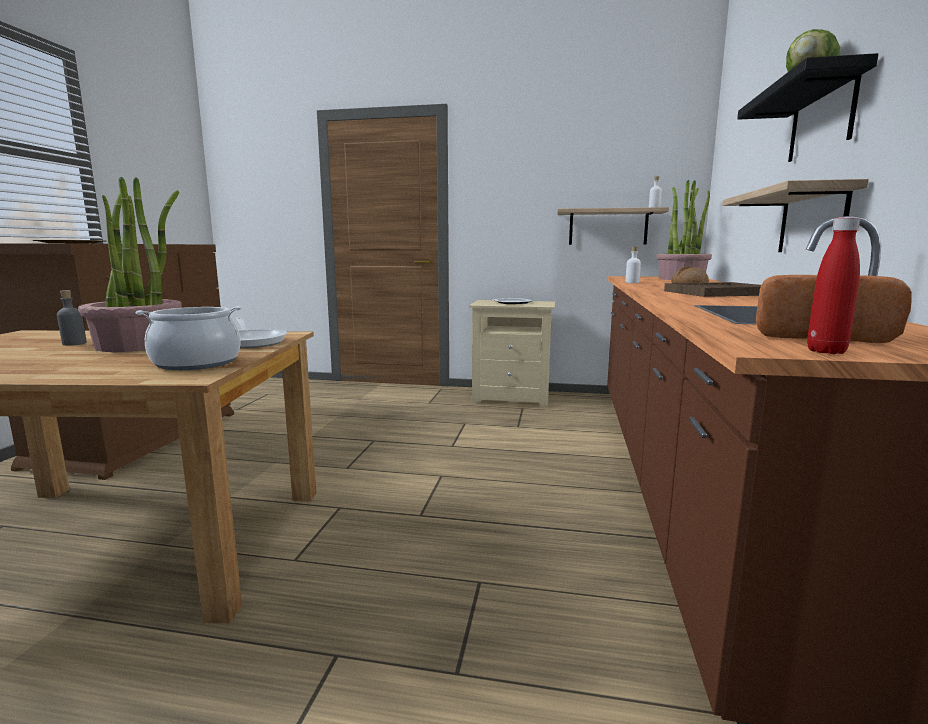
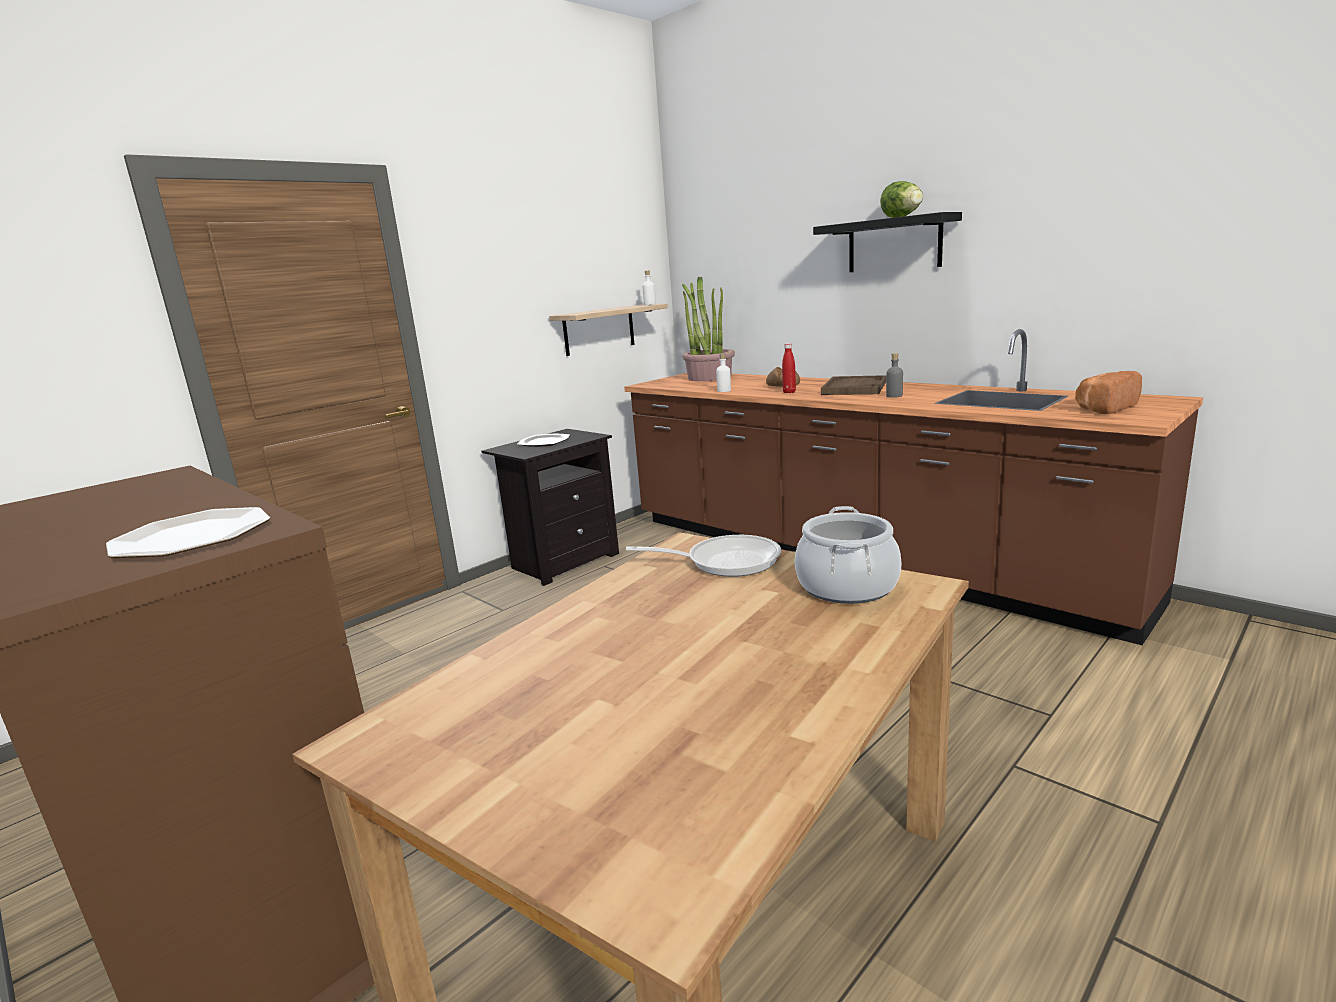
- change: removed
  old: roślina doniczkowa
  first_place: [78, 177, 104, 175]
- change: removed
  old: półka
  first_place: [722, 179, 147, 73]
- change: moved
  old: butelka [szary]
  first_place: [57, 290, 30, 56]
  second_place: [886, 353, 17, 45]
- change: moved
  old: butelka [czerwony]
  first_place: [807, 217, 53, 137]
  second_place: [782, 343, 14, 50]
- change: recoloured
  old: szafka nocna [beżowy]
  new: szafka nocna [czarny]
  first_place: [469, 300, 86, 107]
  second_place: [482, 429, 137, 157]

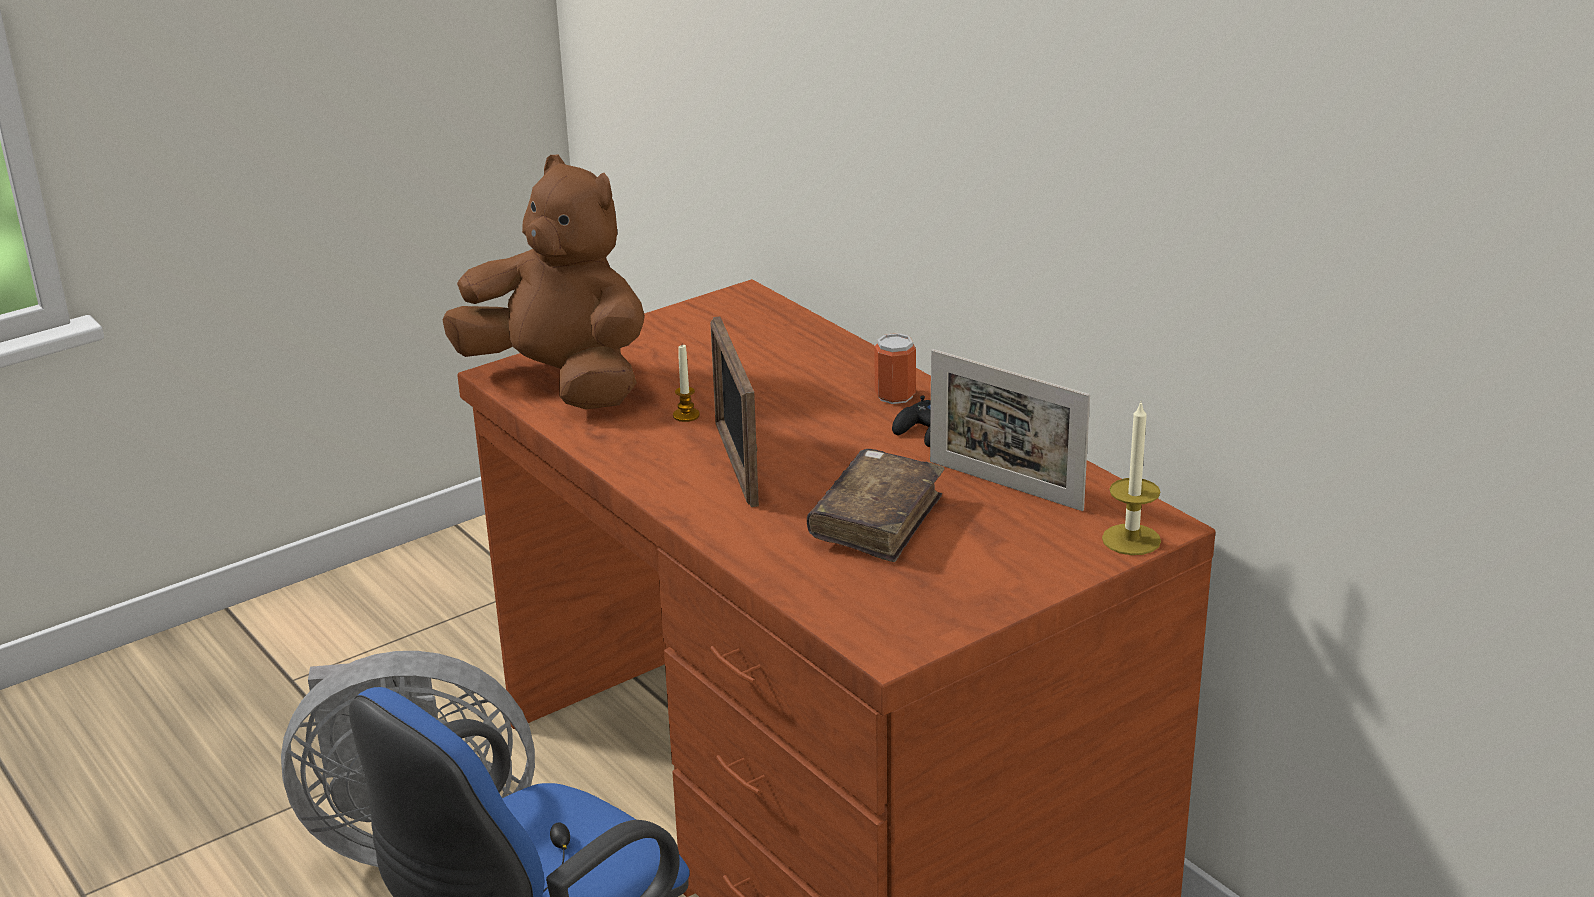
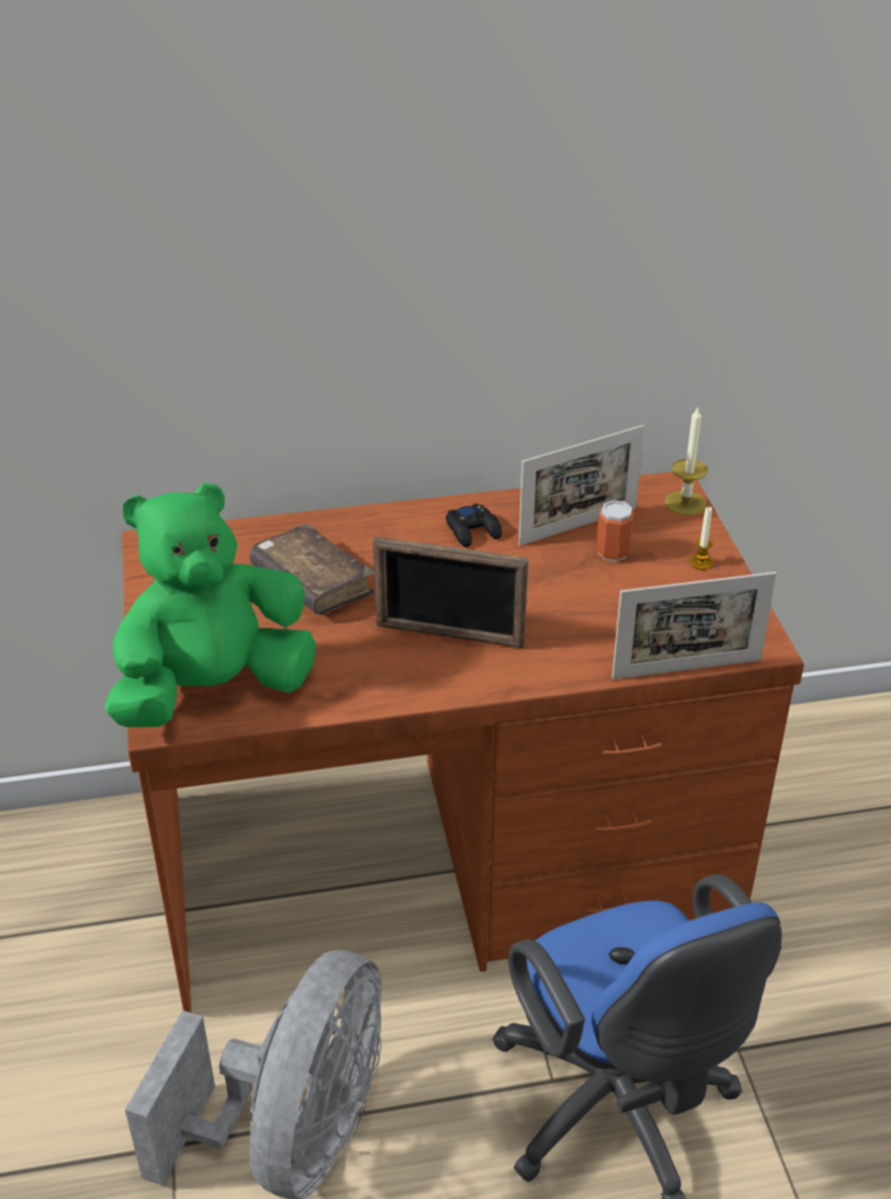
- change: added
  new: ramka na zdjęcie
  second_place: [612, 572, 165, 108]
- change: moved
  old: świeca
  first_place: [673, 345, 27, 77]
  second_place: [690, 507, 23, 63]
- change: moved
  old: książka [brązowy]
  first_place: [807, 449, 138, 113]
  second_place: [250, 523, 125, 92]
- change: moved
  old: puszka
  first_place: [874, 333, 42, 71]
  second_place: [596, 500, 38, 62]
- change: recoloured
  old: pluszak [brązowy]
  new: pluszak [zielony]
  first_place: [442, 155, 203, 254]
  second_place: [104, 483, 212, 244]

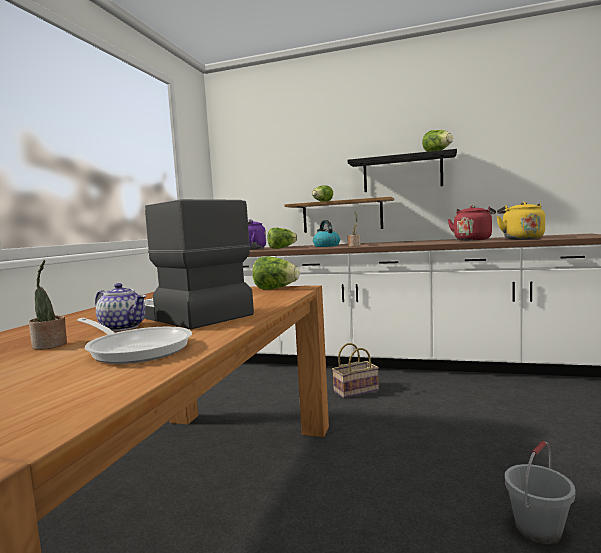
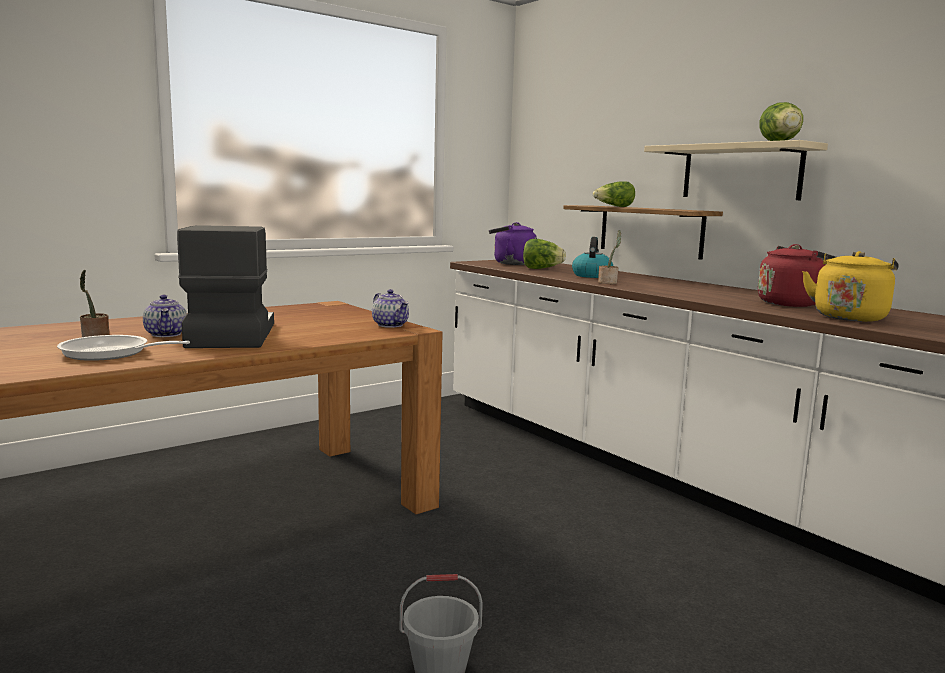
- change: removed
  old: koszyk
  first_place: [332, 343, 47, 55]
- change: replaced
  old: sałata
  new: imbryk
  first_place: [252, 256, 48, 34]
  second_place: [372, 289, 37, 39]
- change: recoloured
  old: półka [czarny]
  new: półka [beżowy]
  first_place: [348, 149, 109, 43]
  second_place: [644, 140, 184, 60]
- change: turned
  old: patelnia
  first_place: [77, 318, 115, 46]
  second_place: [57, 335, 133, 26]
  degrees: 120

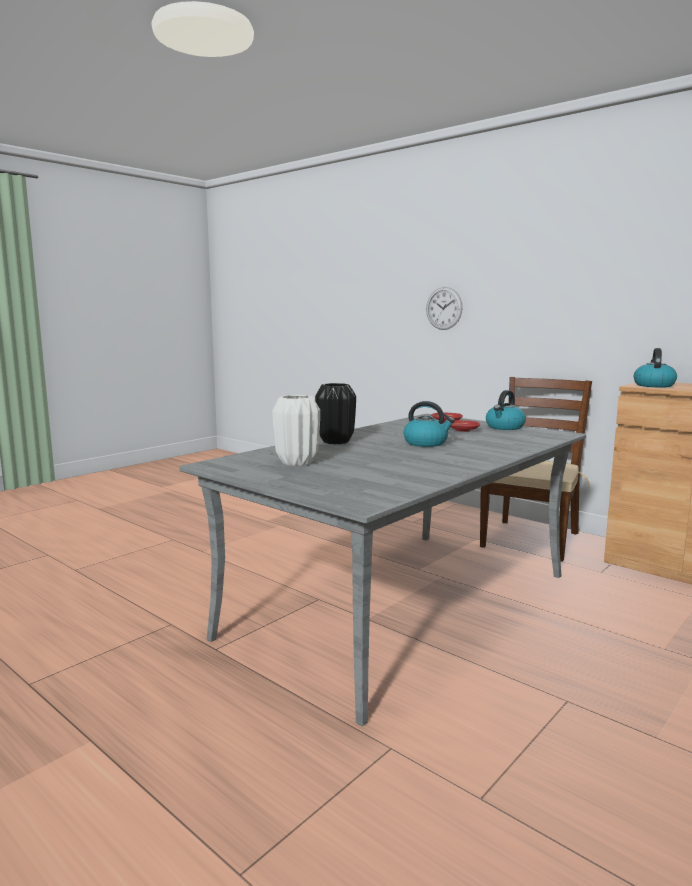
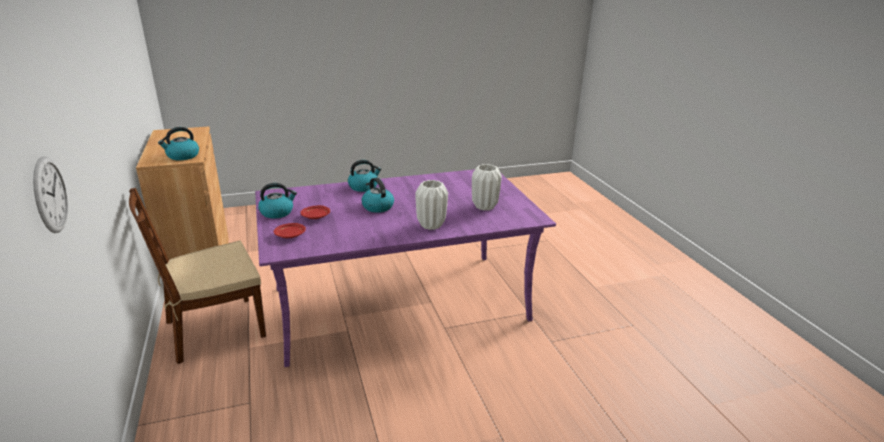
- change: added
  new: czajnik
  second_place: [348, 160, 34, 32]
- change: recoloured
  old: stół jadalny [szary]
  new: stół jadalny [fioletowy]
  first_place: [179, 414, 407, 312]
  second_place: [255, 169, 301, 198]
- change: recoloured
  old: wazon [czarny]
  new: wazon [biały]
  first_place: [315, 383, 41, 61]
  second_place: [415, 180, 33, 50]

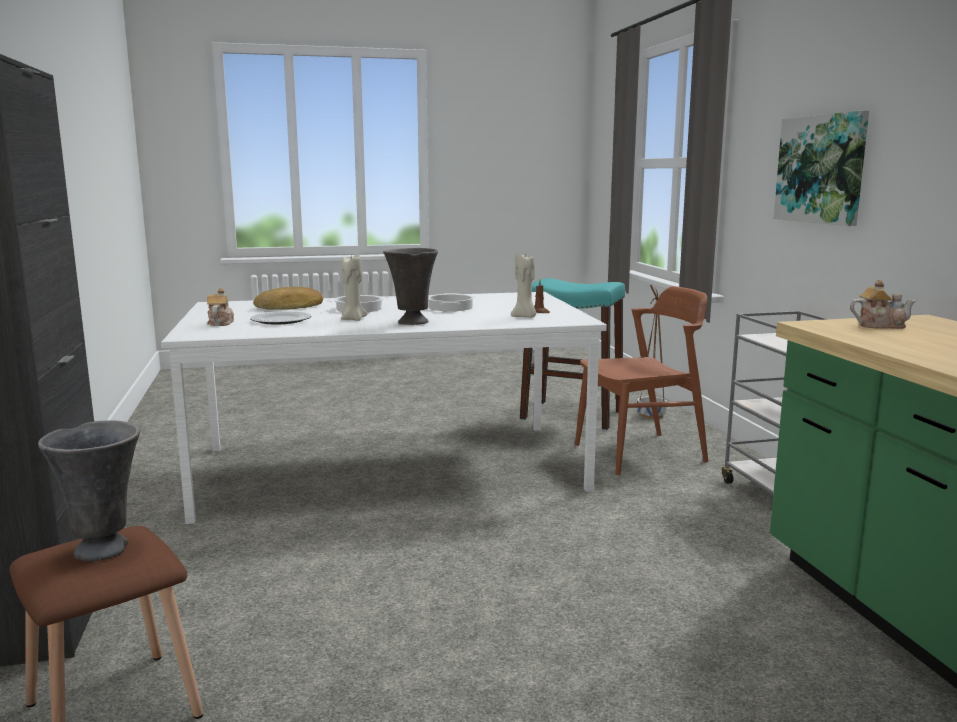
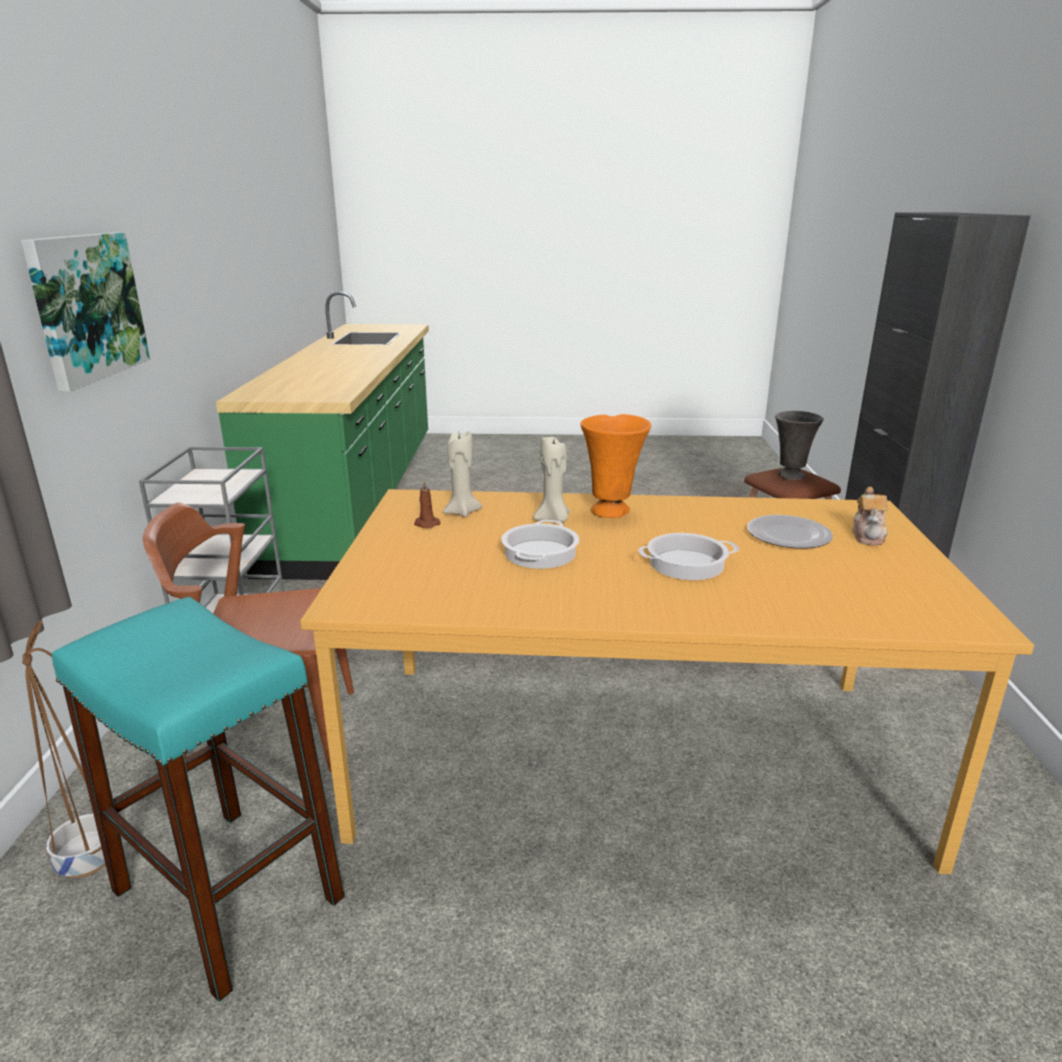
- change: removed
  old: chleb
  first_place: [253, 287, 70, 23]
- change: removed
  old: imbryk
  first_place: [850, 280, 66, 49]
- change: moved
  old: świeca [beżowy]
  first_place: [341, 254, 26, 67]
  second_place: [534, 437, 36, 85]
- change: recoloured
  old: stół jadalny [biały]
  new: stół jadalny [pomarańczowy]
  first_place: [161, 292, 446, 232]
  second_place: [300, 489, 734, 385]
- change: recoloured
  old: wazon [szary]
  new: wazon [pomarańczowy]
  first_place: [383, 248, 55, 77]
  second_place: [580, 414, 71, 104]

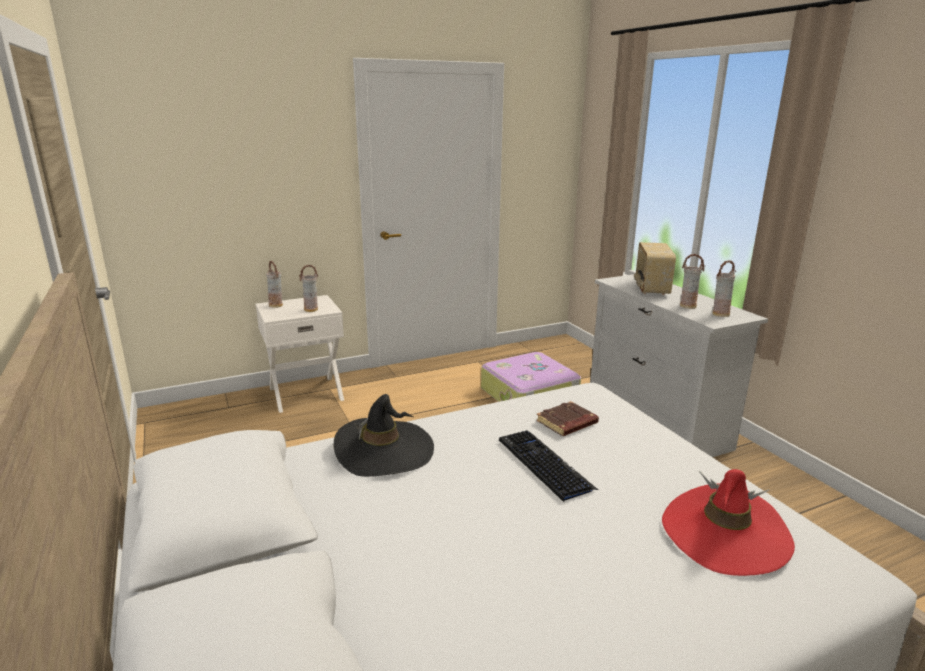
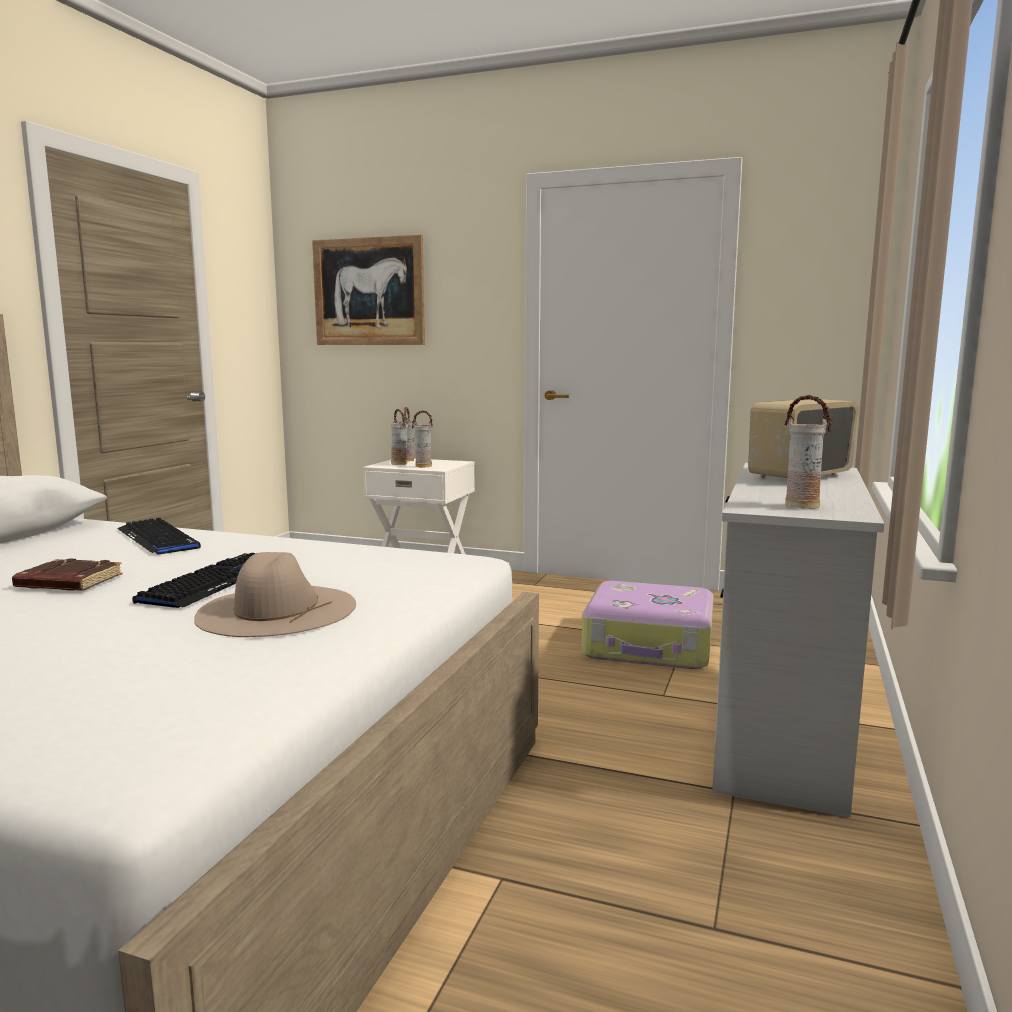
- change: removed
  old: kapelusz [czerwony]
  first_place: [662, 469, 133, 107]
- change: added
  new: kapelusz [beżowy]
  second_place: [194, 552, 162, 85]
- change: added
  new: obraz
  second_place: [312, 235, 113, 110]
- change: moved
  old: książka [brązowy]
  first_place: [536, 401, 63, 35]
  second_place: [12, 558, 111, 33]
- change: moved
  old: wazon
  first_place: [680, 254, 25, 55]
  second_place: [391, 409, 17, 56]
- change: replaced
  old: kapelusz [czarny]
  new: klawiatura
  first_place: [334, 394, 100, 83]
  second_place: [118, 518, 83, 36]

